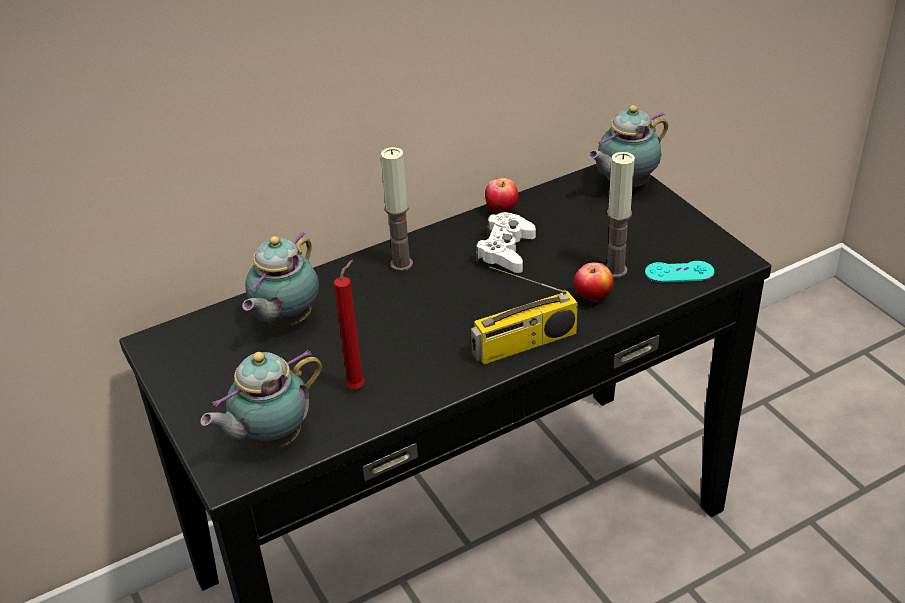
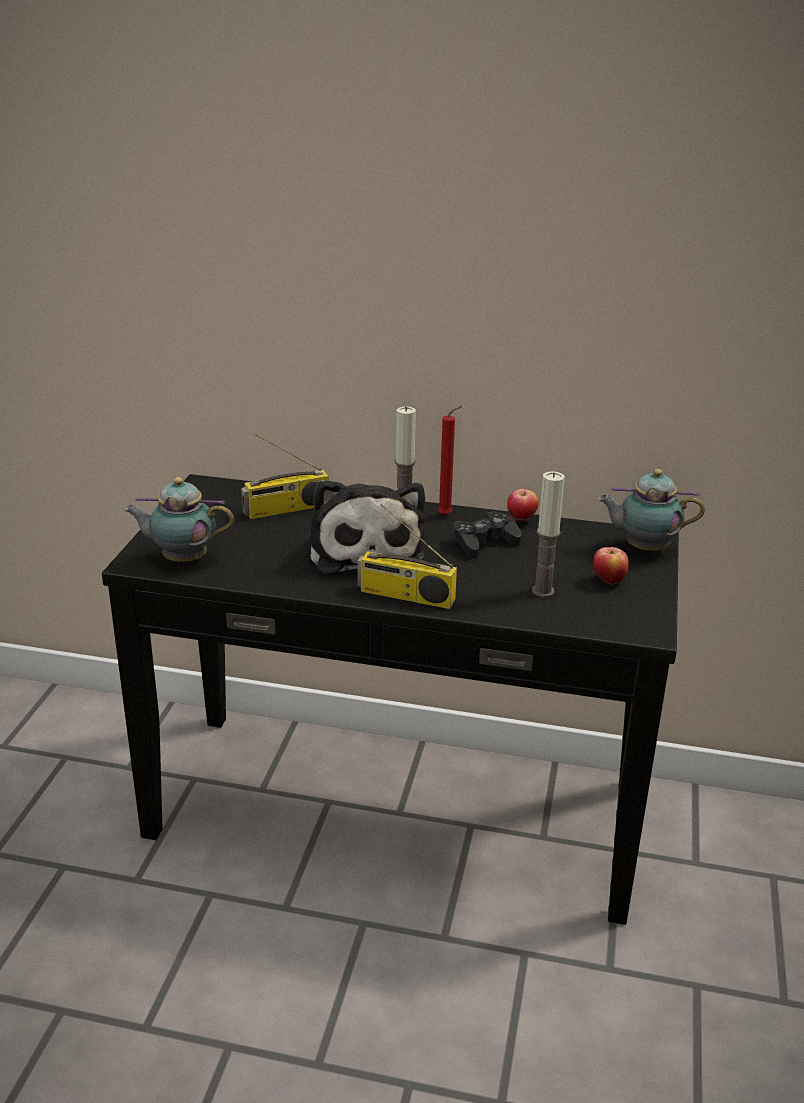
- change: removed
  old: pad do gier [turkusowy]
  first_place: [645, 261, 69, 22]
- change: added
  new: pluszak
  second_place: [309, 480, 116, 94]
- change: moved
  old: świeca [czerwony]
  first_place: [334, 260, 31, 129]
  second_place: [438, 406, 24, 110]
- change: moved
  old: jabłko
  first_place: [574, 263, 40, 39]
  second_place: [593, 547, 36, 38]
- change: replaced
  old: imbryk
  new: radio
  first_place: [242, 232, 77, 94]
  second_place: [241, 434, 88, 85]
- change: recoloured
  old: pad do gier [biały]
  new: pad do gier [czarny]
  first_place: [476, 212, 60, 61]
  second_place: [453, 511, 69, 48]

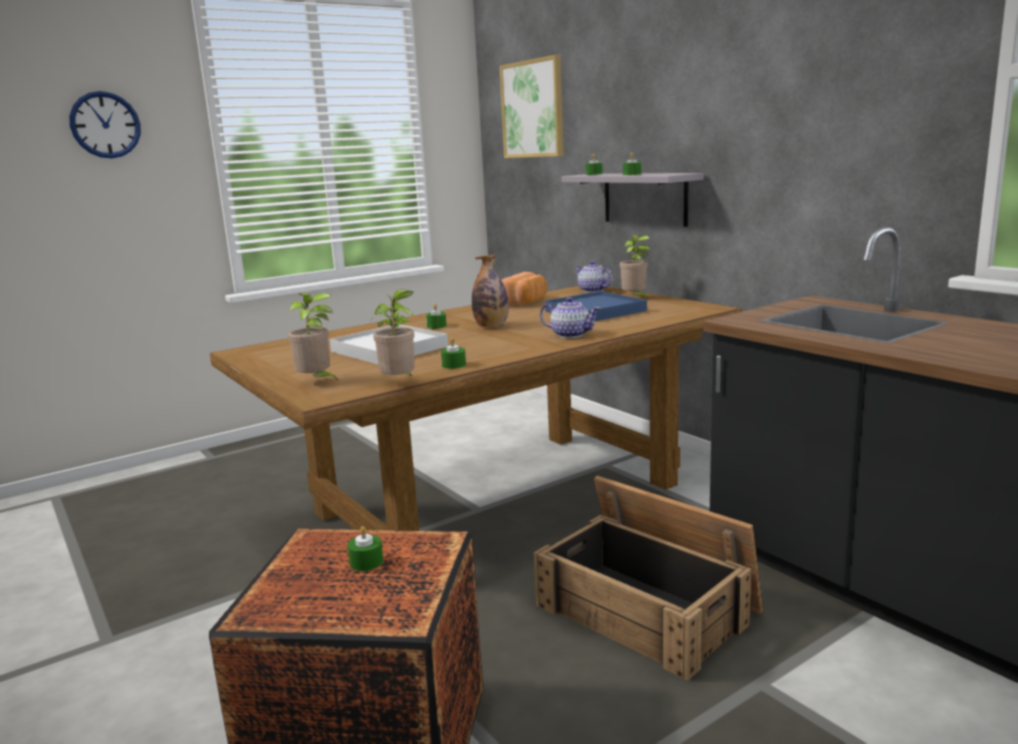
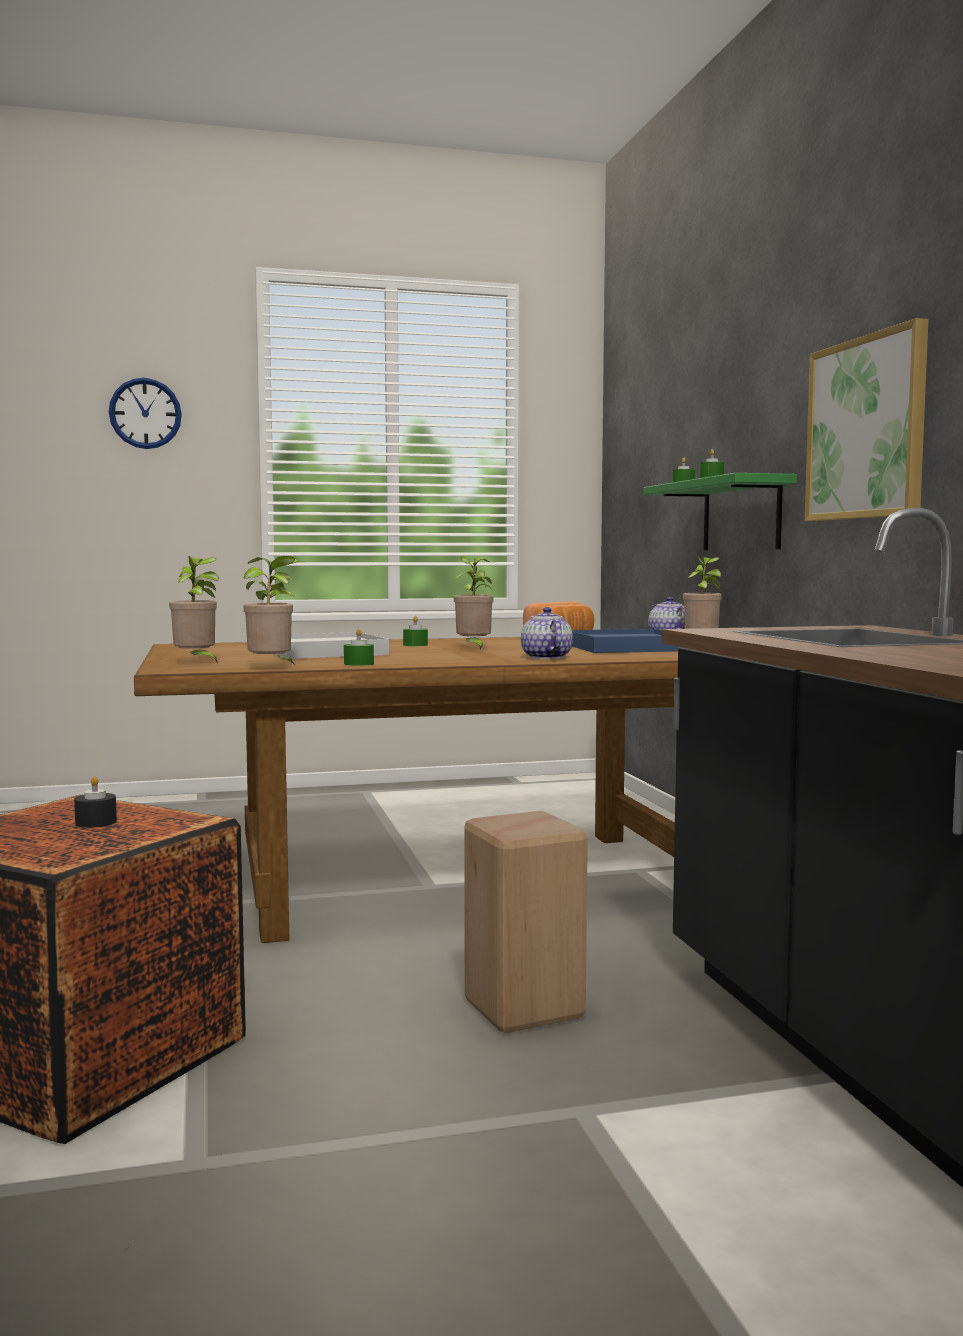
- change: moved
  old: obraz
  first_place: [499, 55, 65, 103]
  second_place: [805, 318, 124, 203]
- change: replaced
  old: butelka
  new: roślina doniczkowa
  first_place: [472, 254, 37, 74]
  second_place: [454, 556, 41, 94]
- change: replaced
  old: skrzynka
  new: stołek [beżowy]
  first_place: [534, 476, 229, 205]
  second_place: [464, 811, 124, 222]
- change: recoloured
  old: świeca [zielony]
  new: świeca [czarny]
  first_place: [347, 526, 36, 45]
  second_place: [74, 776, 43, 52]
- change: recoloured
  old: półka [szary]
  new: półka [zielony]
  first_place: [561, 173, 143, 54]
  second_place: [644, 473, 153, 77]
- change: turned
  old: imbryk
  first_place: [540, 297, 61, 41]
  second_place: [521, 607, 52, 52]
  degrees: -150

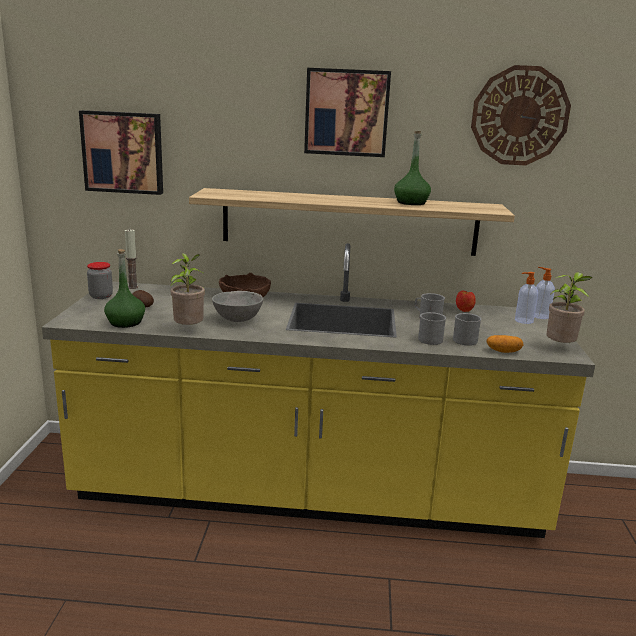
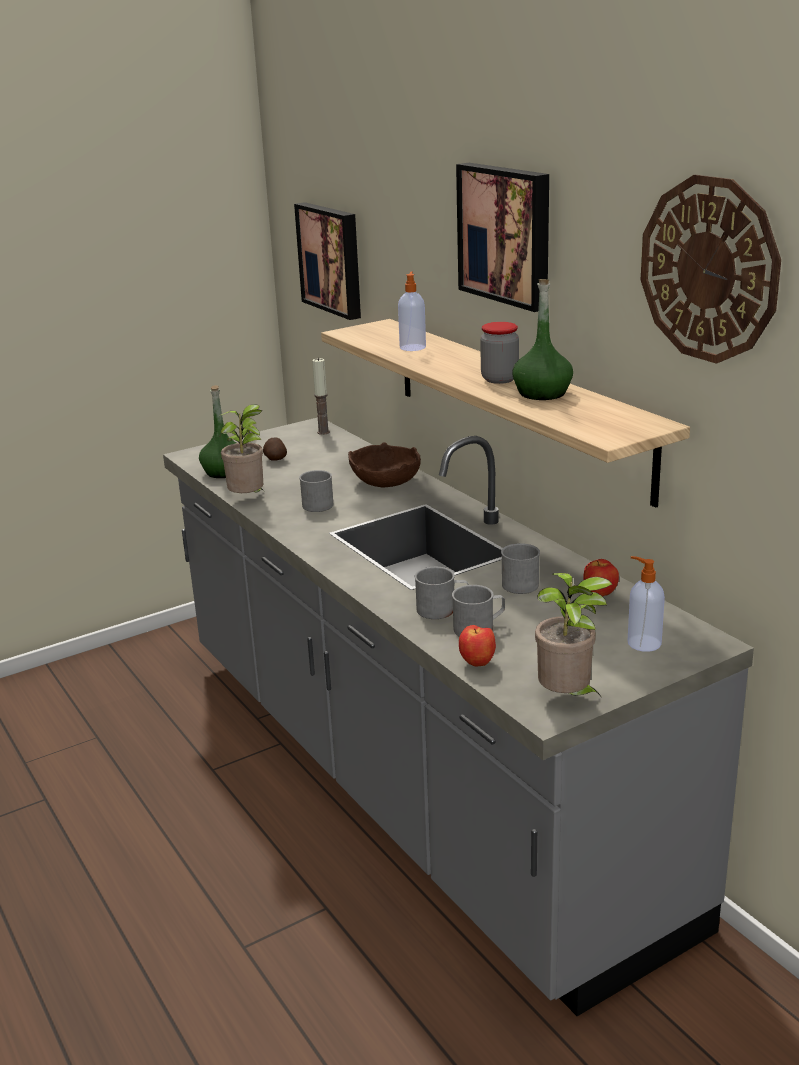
- change: moved
  old: słoik
  first_place: [87, 262, 26, 37]
  second_place: [480, 322, 39, 62]
- change: moved
  old: dozownik mydła
  first_place: [534, 267, 21, 52]
  second_place: [398, 271, 28, 80]
- change: replaced
  old: miska [szary]
  new: kubek [szary]
  first_place: [212, 291, 51, 31]
  second_place: [299, 470, 34, 42]
- change: replaced
  old: ziemniak
  new: jabłko
  first_place: [486, 335, 38, 18]
  second_place: [459, 625, 37, 41]
- change: recoloured
  old: zabudowa kuchenna [żółty]
  new: zabudowa kuchenna [szary]
  first_place: [42, 243, 553, 295]
  second_place: [163, 417, 591, 599]

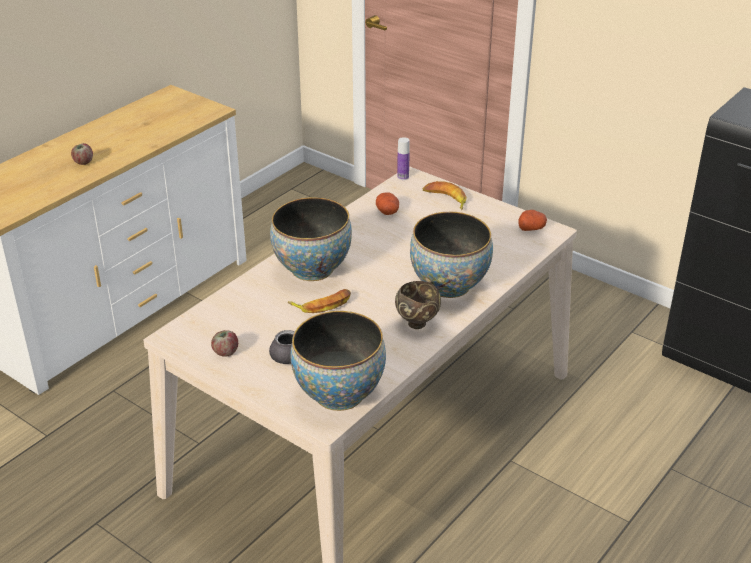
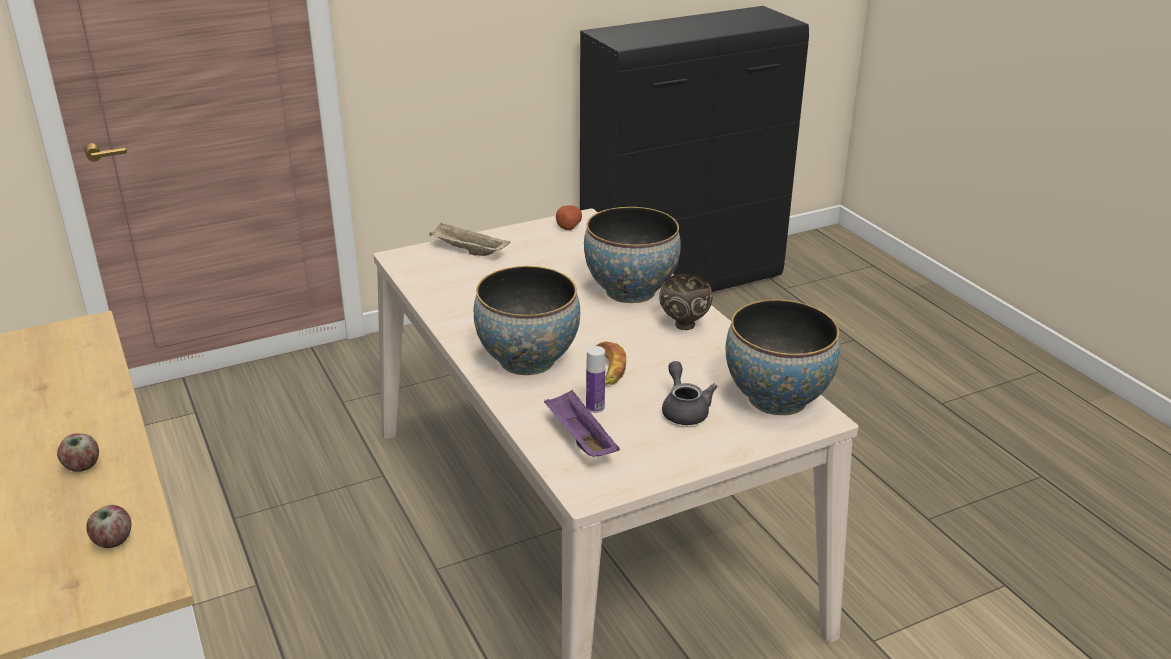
- change: removed
  old: ziemniak
  first_place: [376, 192, 23, 23]
- change: added
  new: taca [fioletowy]
  second_place: [544, 390, 76, 67]
- change: moved
  old: jabłko
  first_place: [211, 330, 27, 27]
  second_place: [86, 505, 45, 43]
- change: moved
  old: butelka
  first_place: [397, 137, 13, 43]
  second_place: [586, 346, 19, 67]
- change: replaced
  old: banan
  new: taca [beżowy]
  first_place: [423, 181, 44, 29]
  second_place: [429, 222, 81, 34]

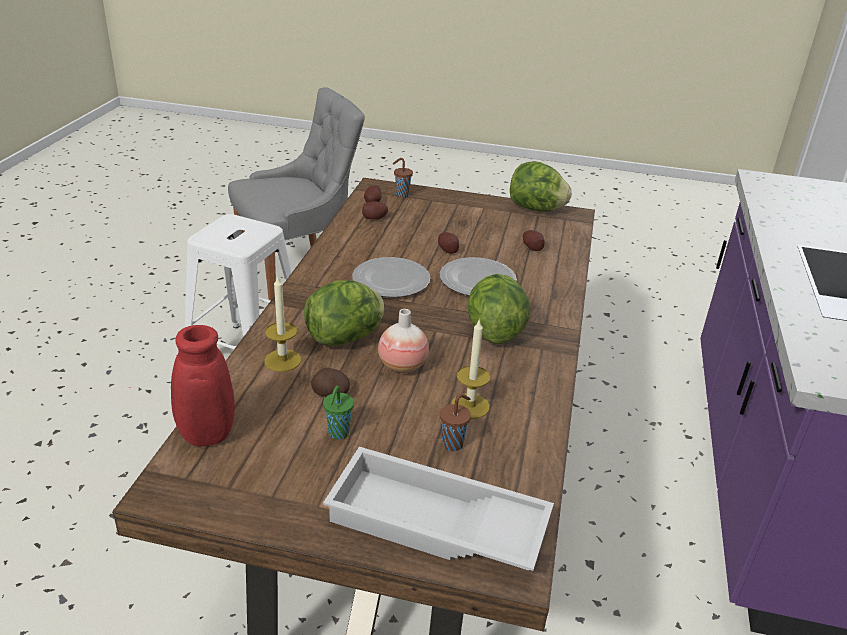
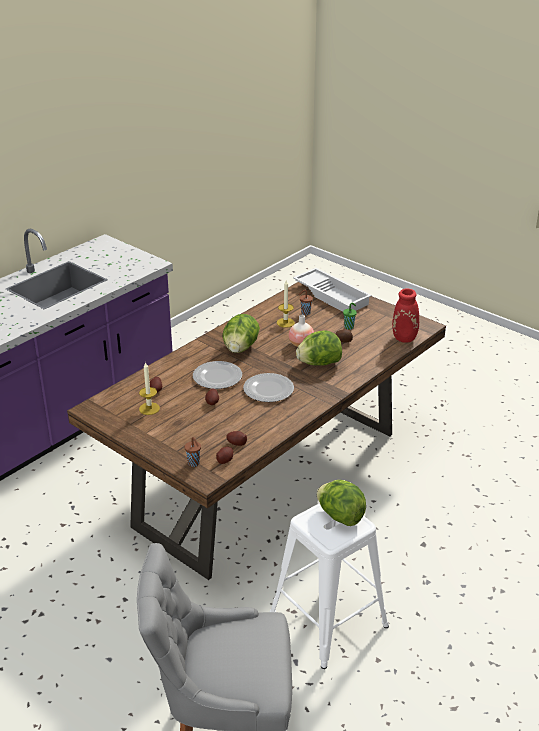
- change: moved
  old: świeca
  first_place: [264, 275, 37, 97]
  second_place: [139, 362, 21, 53]
- change: moved
  old: sałata
  first_place: [510, 161, 62, 51]
  second_place: [316, 480, 50, 46]

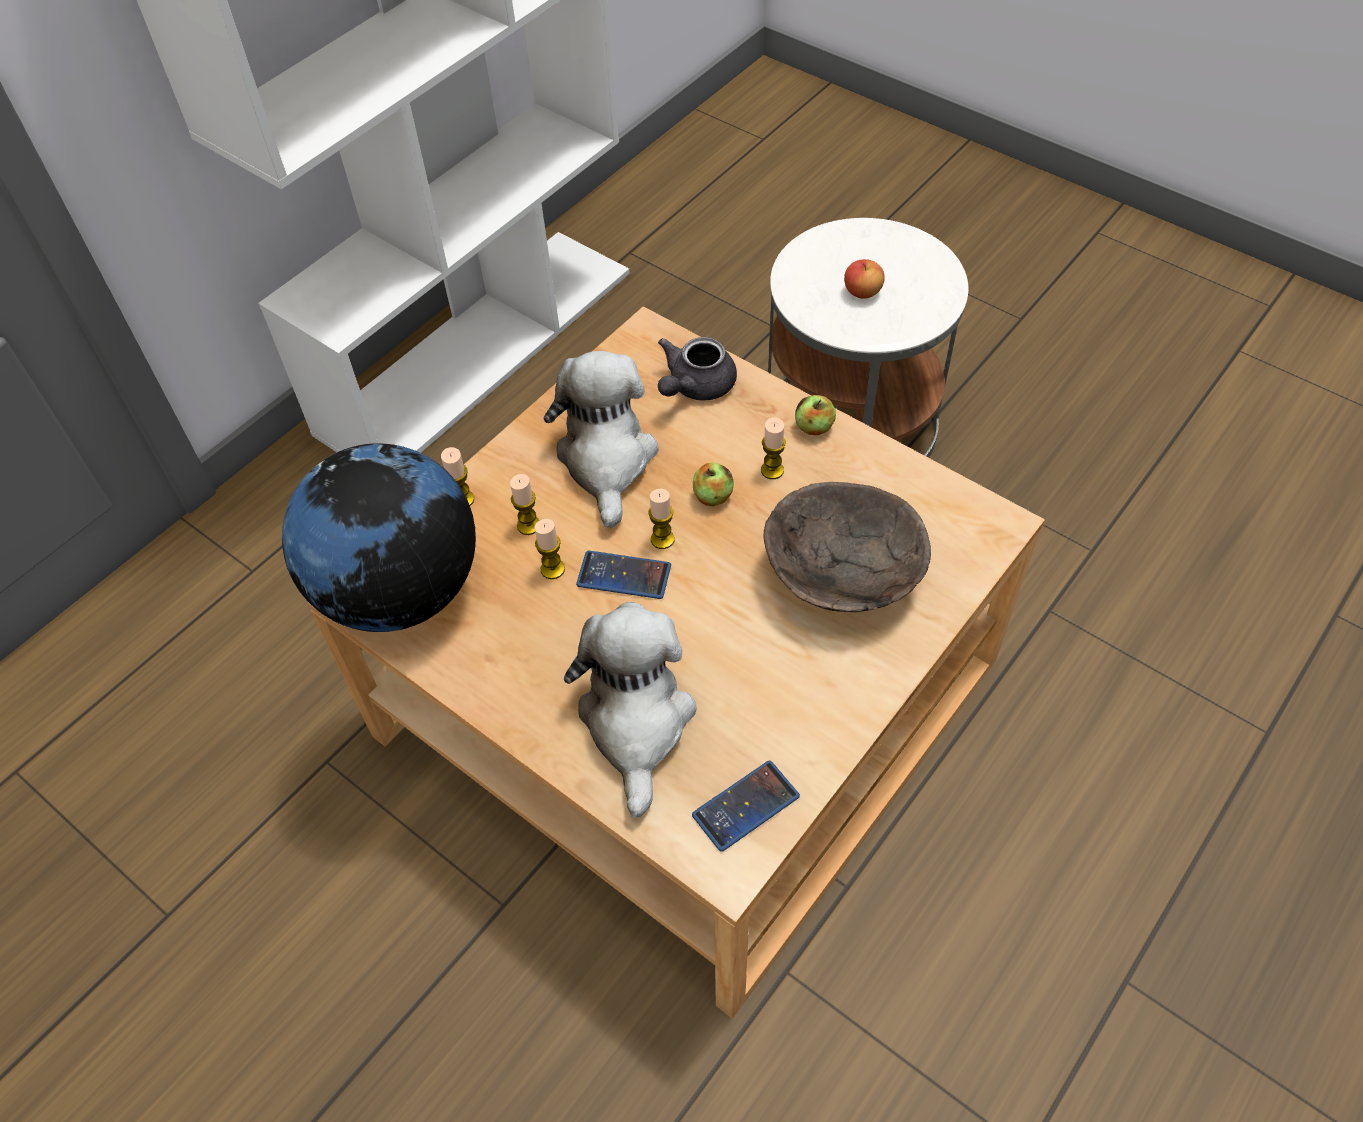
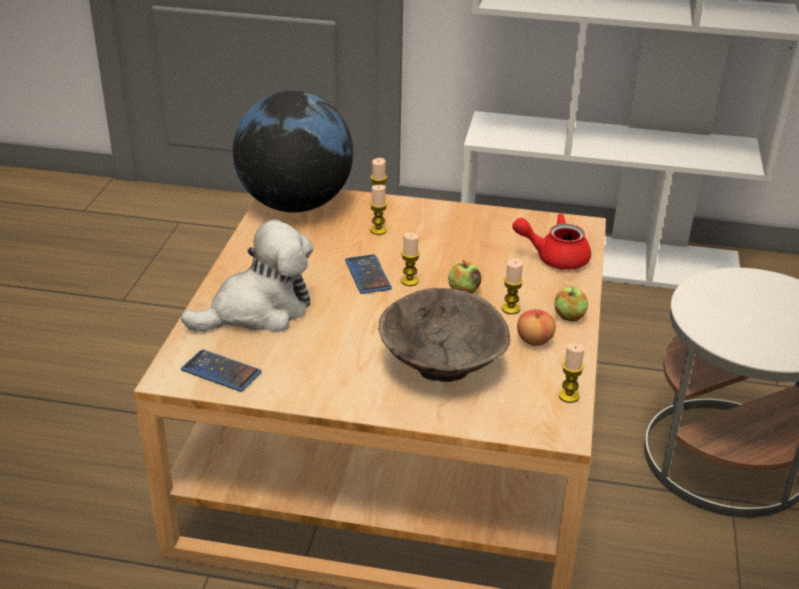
- change: removed
  old: pluszak
  first_place: [544, 351, 114, 177]
- change: moved
  old: świeca
  first_place: [534, 519, 31, 60]
  second_place: [559, 343, 25, 60]
- change: moved
  old: jabłko
  first_place: [844, 259, 41, 40]
  second_place: [517, 309, 39, 37]
- change: recoloured
  old: imbryk [szary]
  new: imbryk [czerwony]
  first_place: [658, 337, 79, 64]
  second_place: [512, 213, 79, 57]

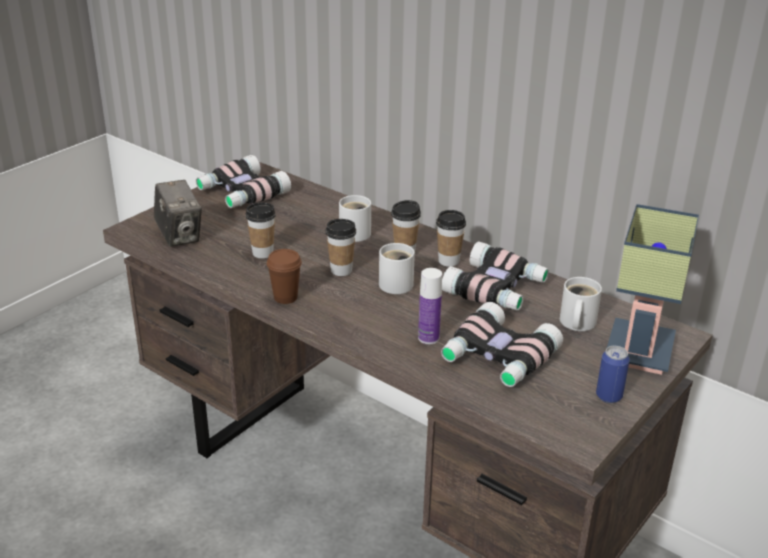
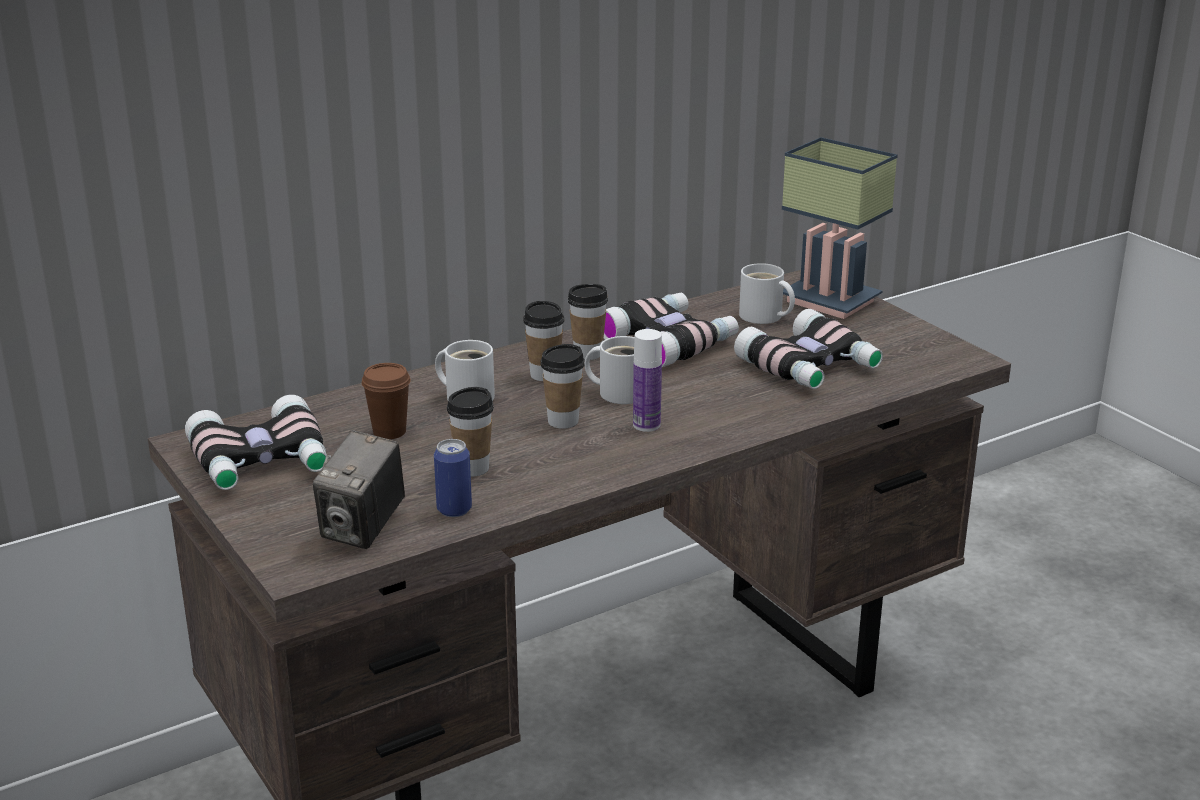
- change: moved
  old: filiżanka [brązowy]
  first_place: [267, 249, 35, 55]
  second_place: [362, 363, 49, 76]
- change: moved
  old: butelka
  first_place: [418, 268, 24, 76]
  second_place: [633, 329, 29, 103]
- change: moved
  old: puszka
  first_place: [596, 346, 34, 57]
  second_place: [434, 439, 38, 78]
- change: turned
  old: aparat fotograficzny
  first_place: [154, 180, 48, 67]
  second_place: [313, 430, 92, 119]
  degrees: 120

